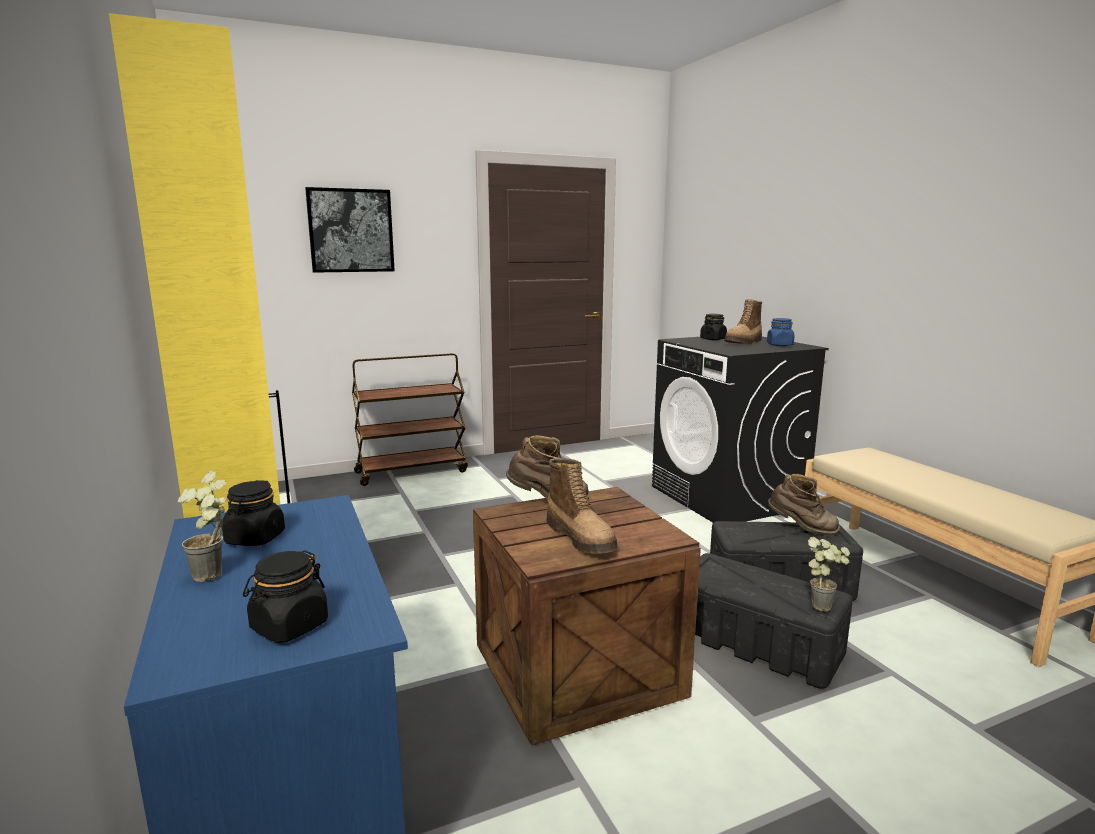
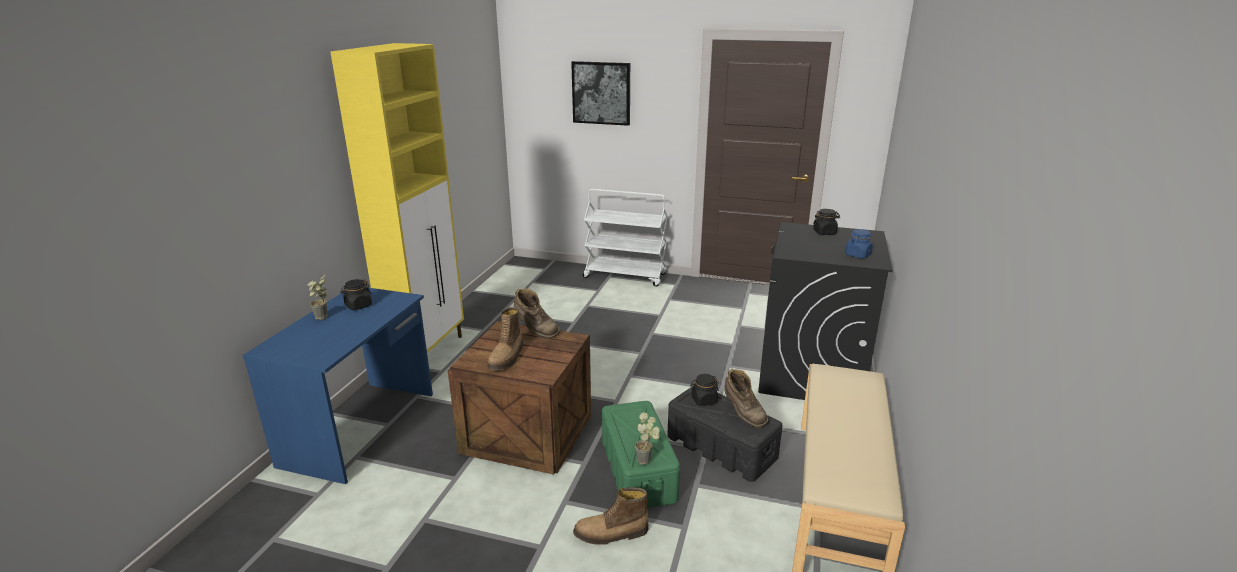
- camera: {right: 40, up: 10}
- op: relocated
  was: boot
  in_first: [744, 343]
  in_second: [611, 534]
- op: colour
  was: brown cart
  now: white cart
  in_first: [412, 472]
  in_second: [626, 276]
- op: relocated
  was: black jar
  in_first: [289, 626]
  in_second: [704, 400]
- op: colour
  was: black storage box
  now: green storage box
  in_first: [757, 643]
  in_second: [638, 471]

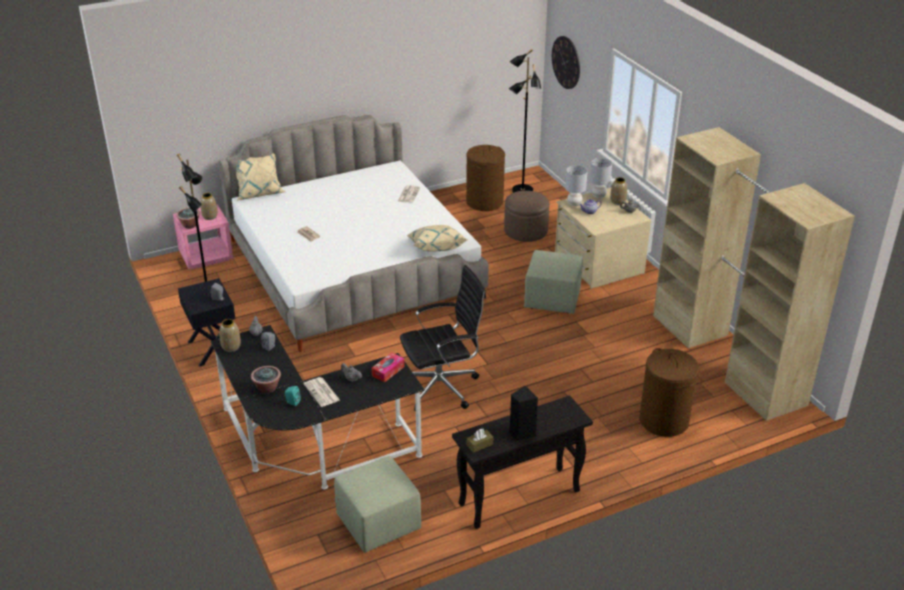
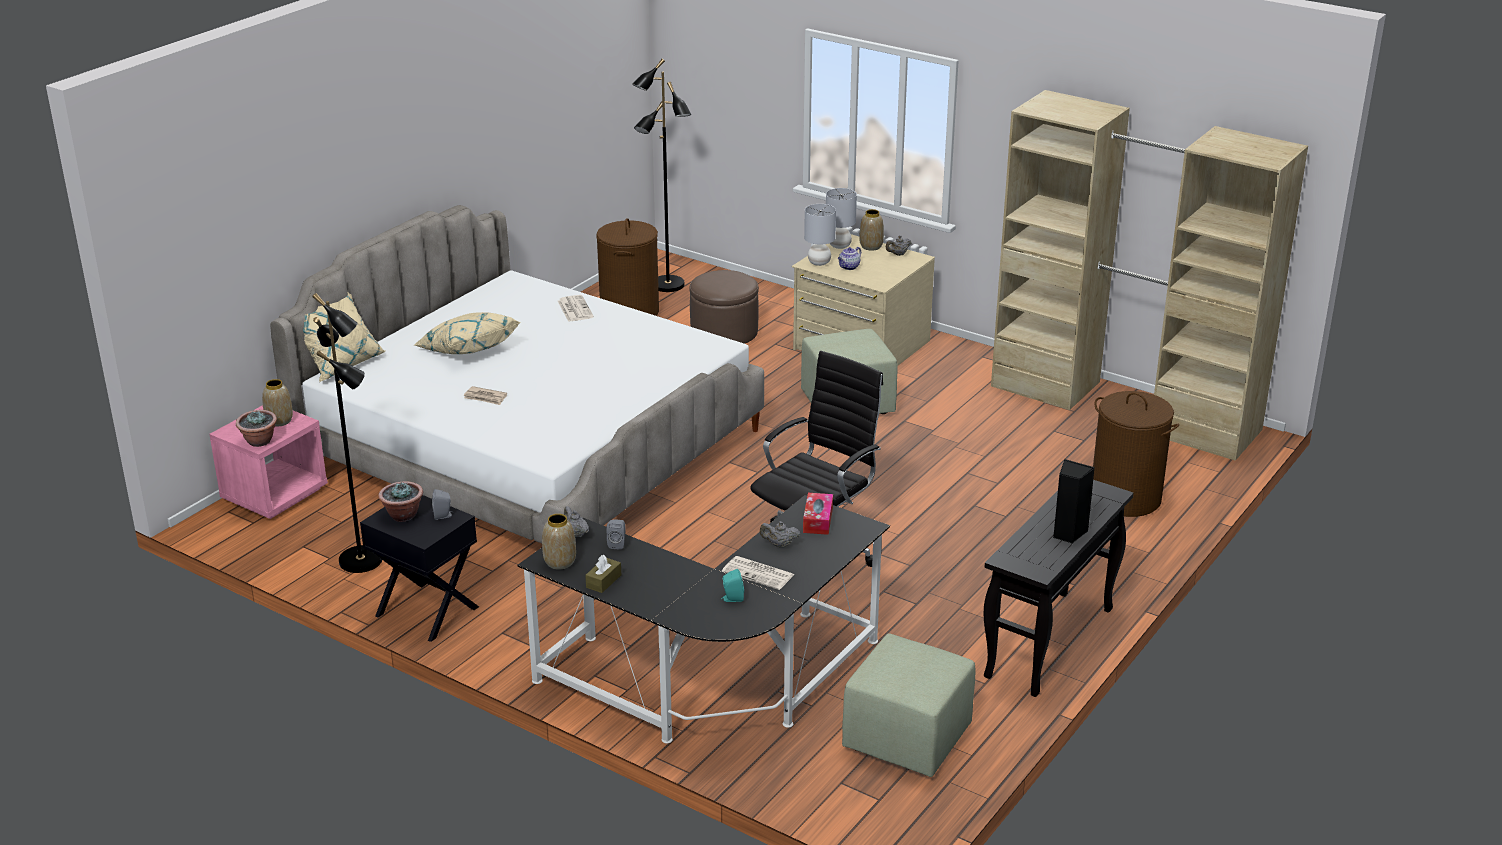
- camera: {right: -30, up: -5}
- op: missing
  was: wall clock
  in_first: [566, 62]
- op: relocated
  was: beige pillow
  in_first: [436, 247]
  in_second: [467, 350]
- op: relocated
  was: potted plant
  in_first: [267, 388]
  in_second: [403, 515]
- op: relocated
  was: brown tissue box
  in_first: [479, 445]
  in_second: [603, 581]

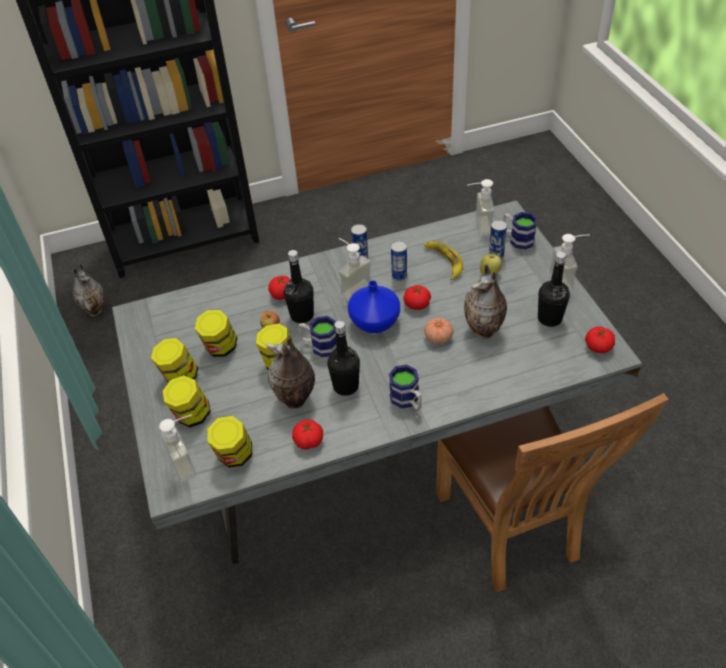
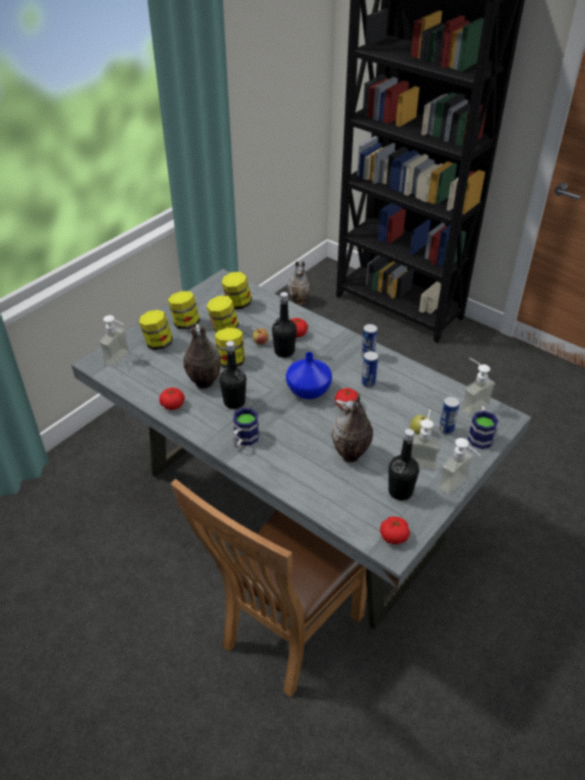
- camera: {right: 55, up: -5}
- op: relocated
  was: soap dispenser
  in_first: [351, 287]
  in_second: [421, 459]
- op: missing
  was: banana
  in_first: [444, 261]
- op: missing
  was: mug
  in_first: [319, 346]
- op: missing
  was: tomato
  in_first: [438, 337]
- op: relocated
  was: jar
  in_first: [234, 456]
  in_second: [237, 304]

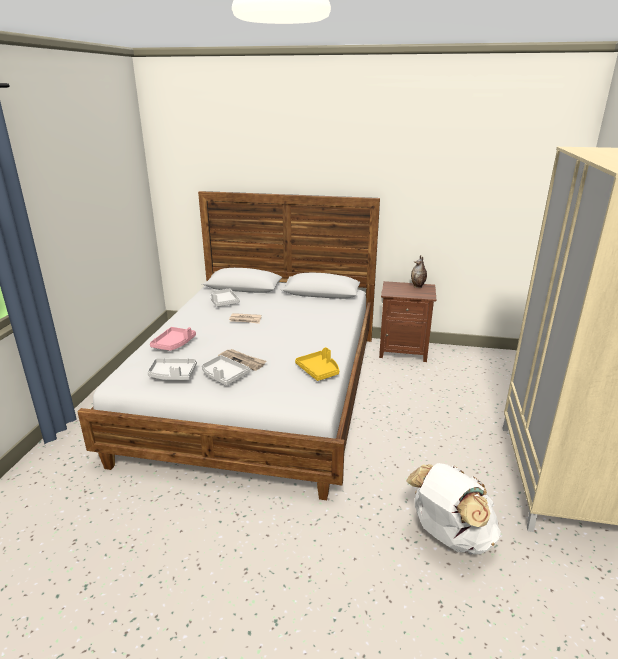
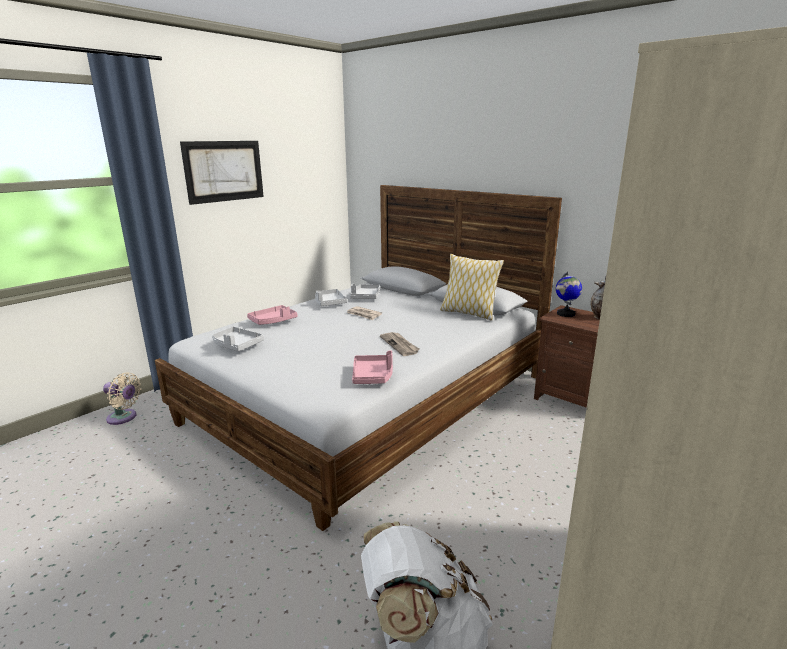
- camera: {right: 30, up: -5}
- op: colour
  was: yellow tray
  now: pink tray
  in_first: [319, 371]
  in_second: [373, 376]
- op: relocated
  was: newspaper
  in_first: [242, 360]
  in_second: [400, 345]
- op: relocated
  was: grey tray
  in_first: [224, 376]
  in_second: [329, 303]
- op: appeared
  now: picture
  in_second: [224, 171]
- op: appeared
  now: pillow
  in_second: [468, 313]
- op: appeared
  now: globe
  in_second: [565, 314]
- op: appeared
  now: beige fan
  in_second: [124, 418]

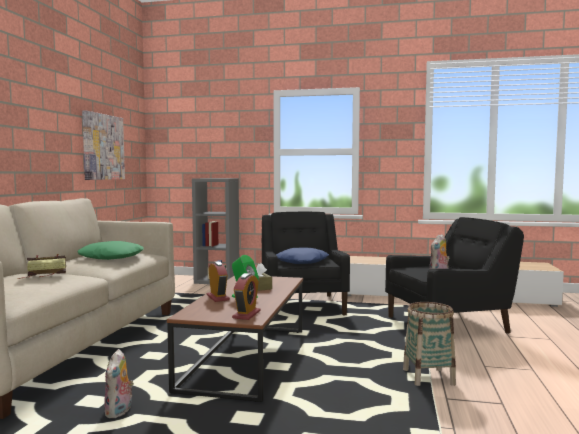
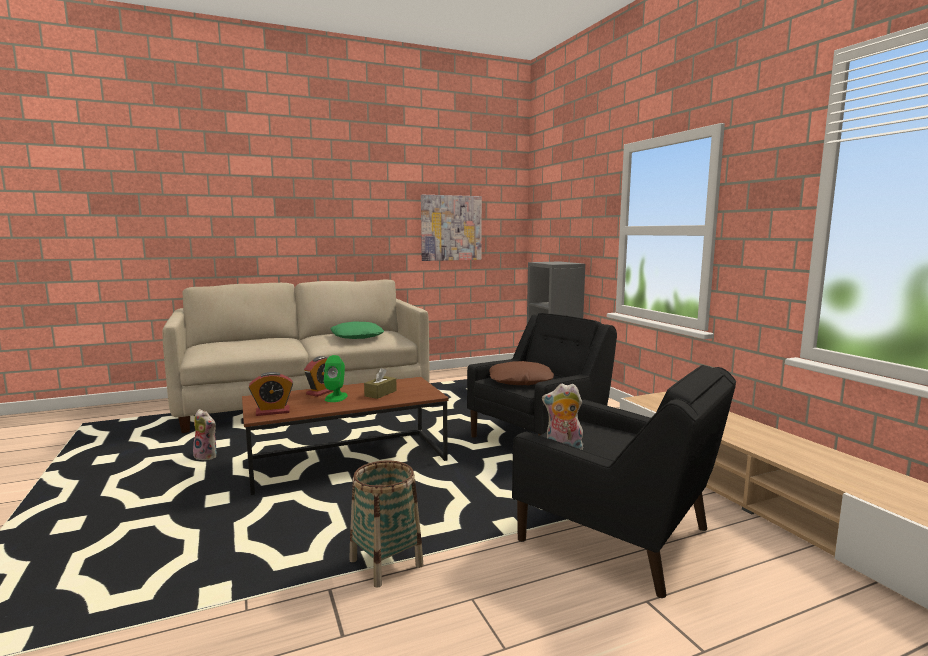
- camera: {right: 55, up: 5}
- op: colour
  was: blue pillow
  now: brown pillow
  in_first: [302, 262]
  in_second: [520, 381]
- op: missing
  was: book
  in_first: [42, 276]
- op: spun
  was: plush toy
  in_first: [119, 412]
  in_second: [208, 457]
  clockwise: -120

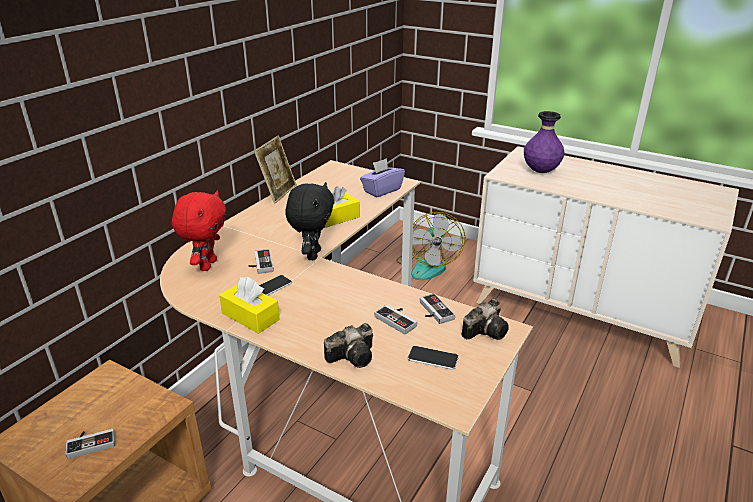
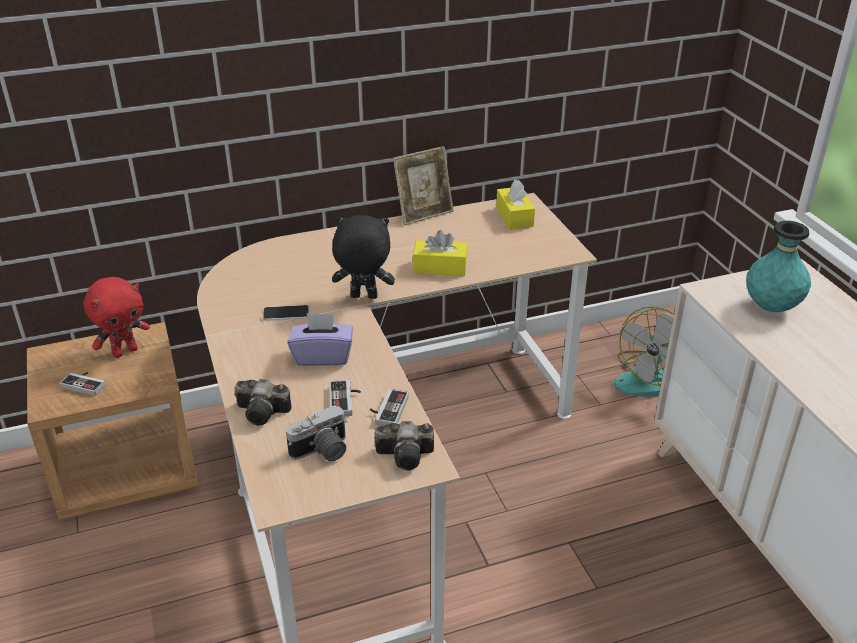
- camera: {right: 40, up: 5}
- op: colour
  was: purple vase
  now: turquoise vase
  in_first: [540, 171]
  in_second: [771, 307]
- op: relocated
  was: purple tissue box
  in_first: [382, 190]
  in_second: [322, 356]
- op: spun
  was: black plush toy
  in_first: [312, 254]
  in_second: [363, 297]
  clockwise: -135
- op: relocated
  was: red plush toy
  in_first: [207, 265]
  in_second: [125, 351]
- op: missing
  was: game controller
  in_first: [260, 264]
- op: relocated
  was: yellow tissue box
  in_first: [250, 316]
  in_second: [514, 217]
- op: exchanged
  was: phone
  now: photo camera
  in_first: [433, 358]
  in_second: [322, 452]

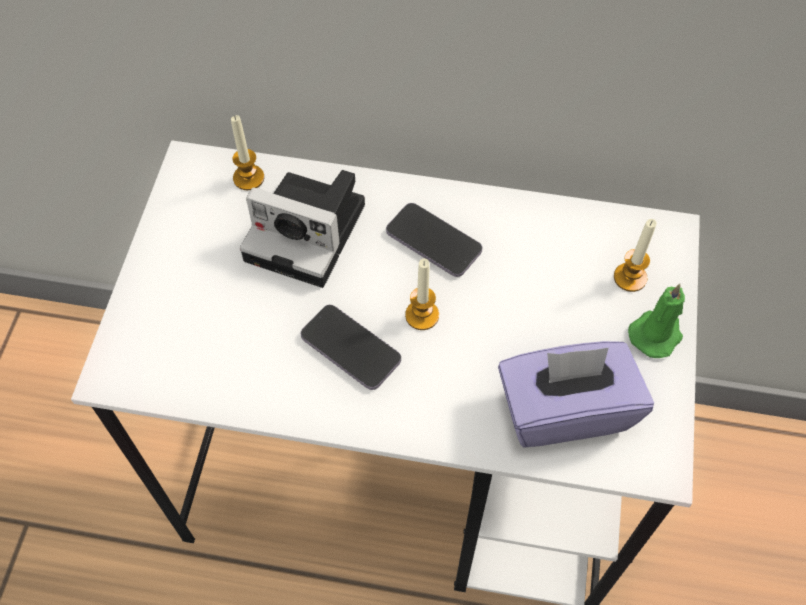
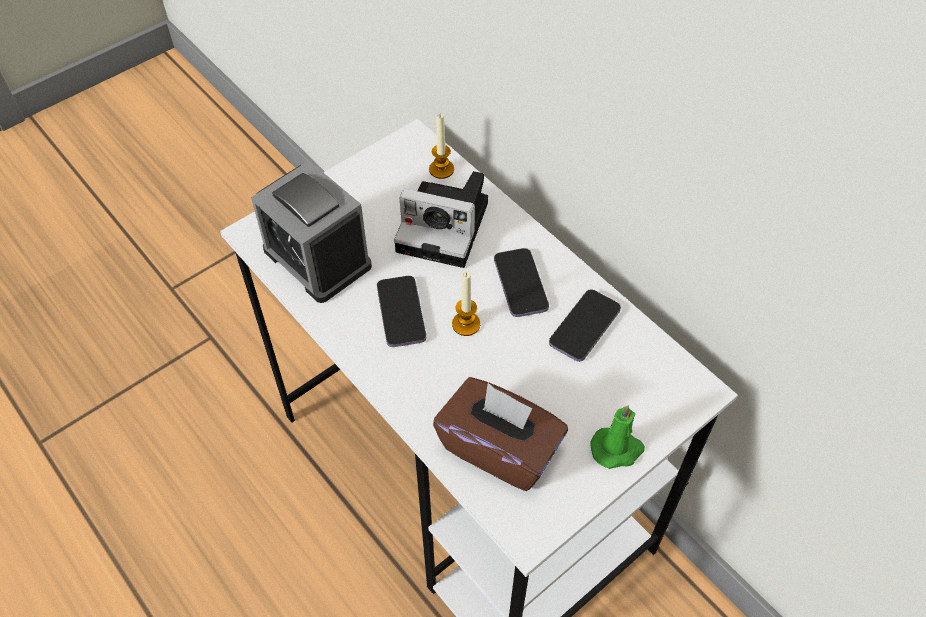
- camera: {right: 40, up: -5}
- op: spun
  was: photo camera
  in_first: [311, 232]
  in_second: [447, 227]
  clockwise: -45
- op: missing
  was: candle
  in_first: [630, 277]
- op: colour
  was: purple tissue box
  now: brown tissue box
  in_first: [564, 409]
  in_second: [500, 448]
- op: appeared
  now: alarm clock
  in_second: [317, 258]
- op: appeared
  now: phone
  in_second: [584, 327]

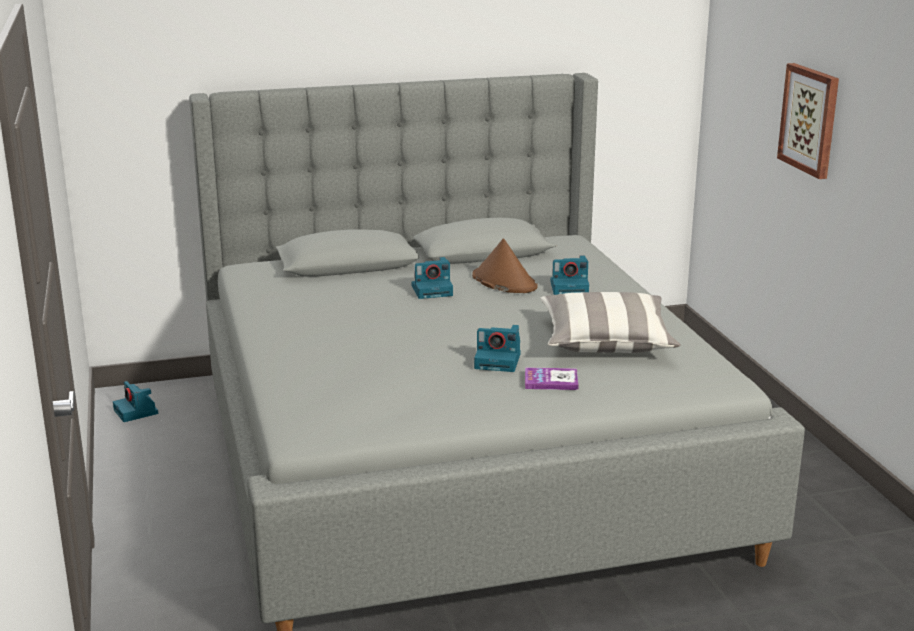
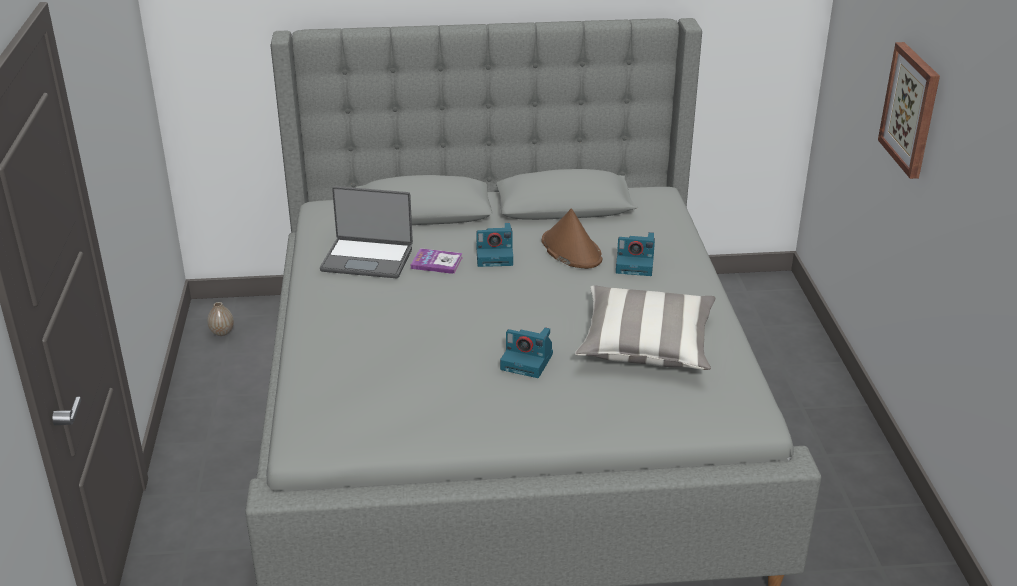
- camera: {right: 10, up: 10}
- op: relocated
  was: book
  in_first: [551, 381]
  in_second: [437, 262]
- op: exchanged
  was: photo camera
  now: vase
  in_first: [136, 412]
  in_second: [222, 332]
- op: appeared
  now: laptop
  in_second: [367, 259]

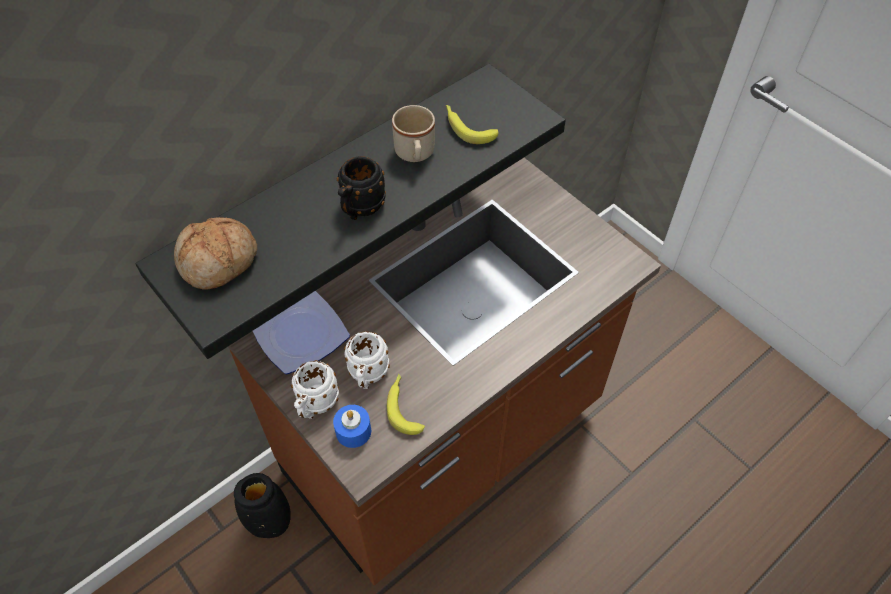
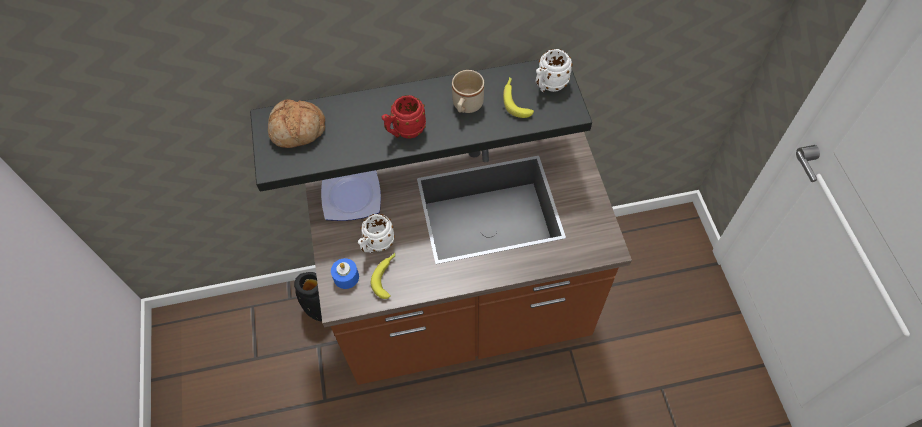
- camera: {right: 30, up: 5}
- op: colour
  was: black mug
  now: red mug
  in_first: [360, 209]
  in_second: [405, 131]
- op: relocated
  was: white mug
  in_first: [315, 405]
  in_second: [549, 85]

